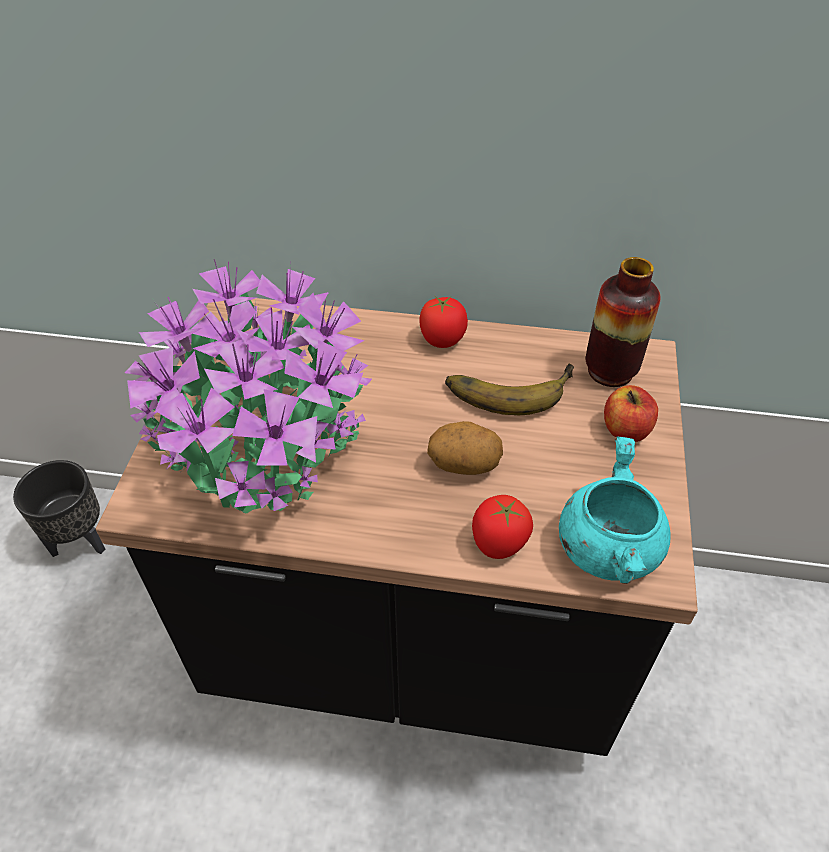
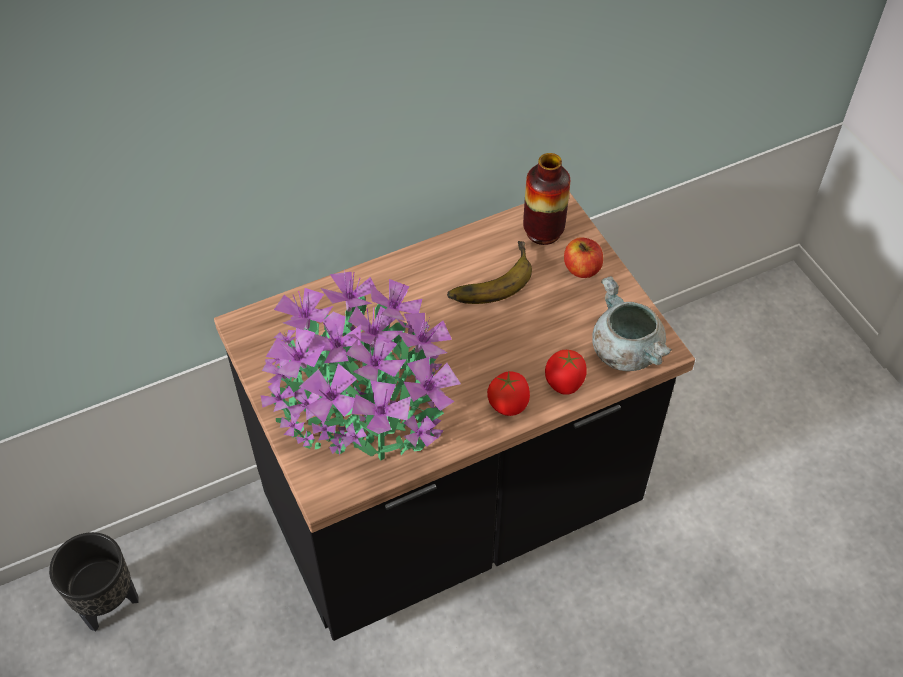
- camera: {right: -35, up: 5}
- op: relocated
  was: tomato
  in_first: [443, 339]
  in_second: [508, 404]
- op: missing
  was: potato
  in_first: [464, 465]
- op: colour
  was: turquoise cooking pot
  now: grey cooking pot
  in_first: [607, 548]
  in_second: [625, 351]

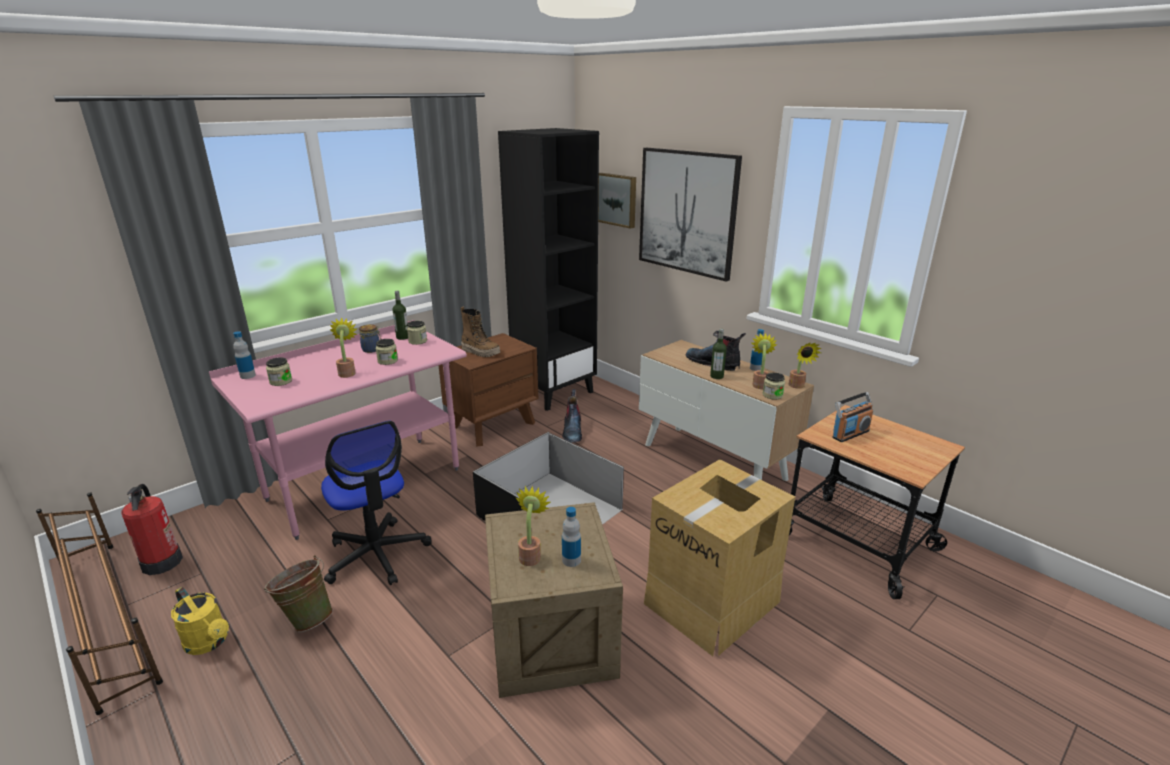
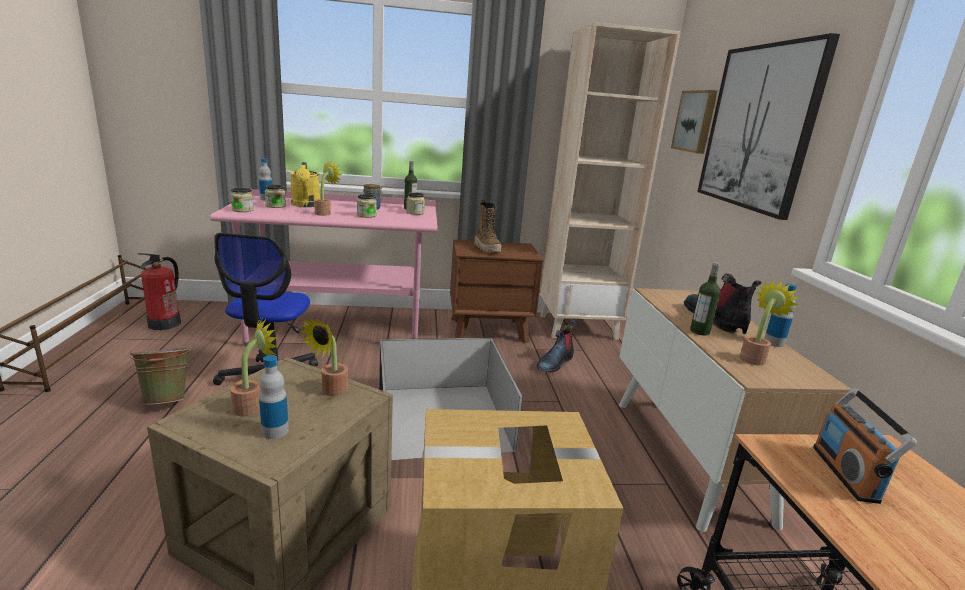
- camera: {right: 35, up: -5}
- op: colour
  was: black bookcase
  now: beige bookcase
  in_first: [554, 392]
  in_second: [578, 327]
- op: relocated
  was: potted plant
  in_first: [797, 386]
  in_second: [331, 392]
- op: relocated
  was: jar
  in_first: [772, 395]
  in_second: [243, 210]
- op: spun
  was: radio
  in_first: [850, 434]
  in_second: [846, 473]
  clockwise: 90
- op: relocated
  was: yellow watering can
  in_first: [209, 643]
  in_second: [306, 205]

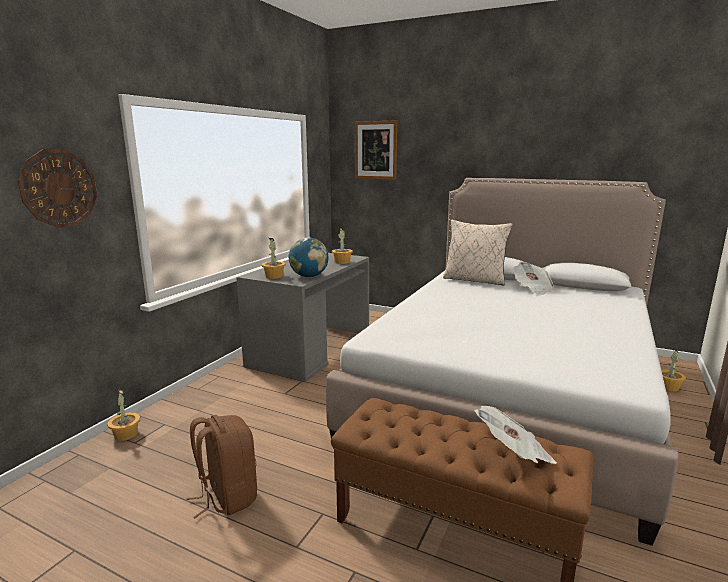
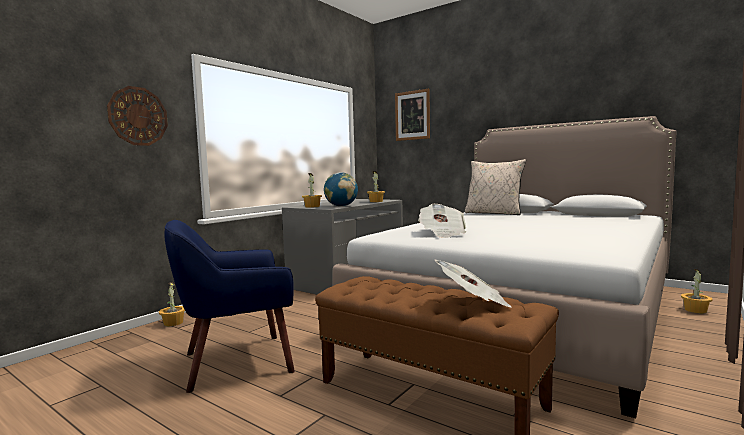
- camera: {right: 10, up: -10}
- op: relocated
  was: newspaper
  in_first: [532, 289]
  in_second: [442, 234]
- op: exchanged
  was: brown backpack
  now: blue armchair
  in_first: [227, 496]
  in_second: [235, 362]

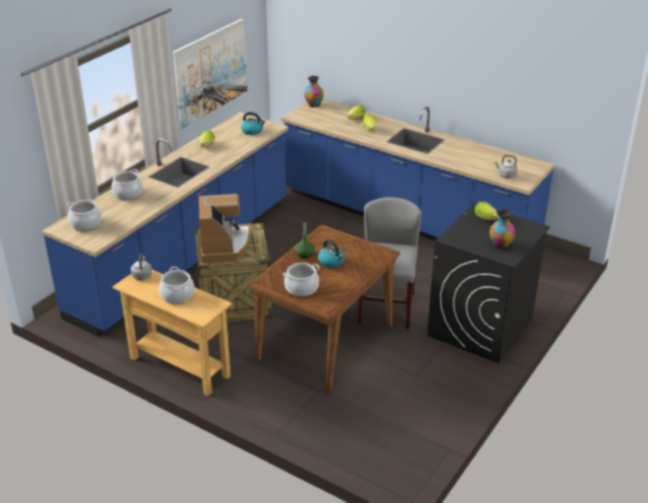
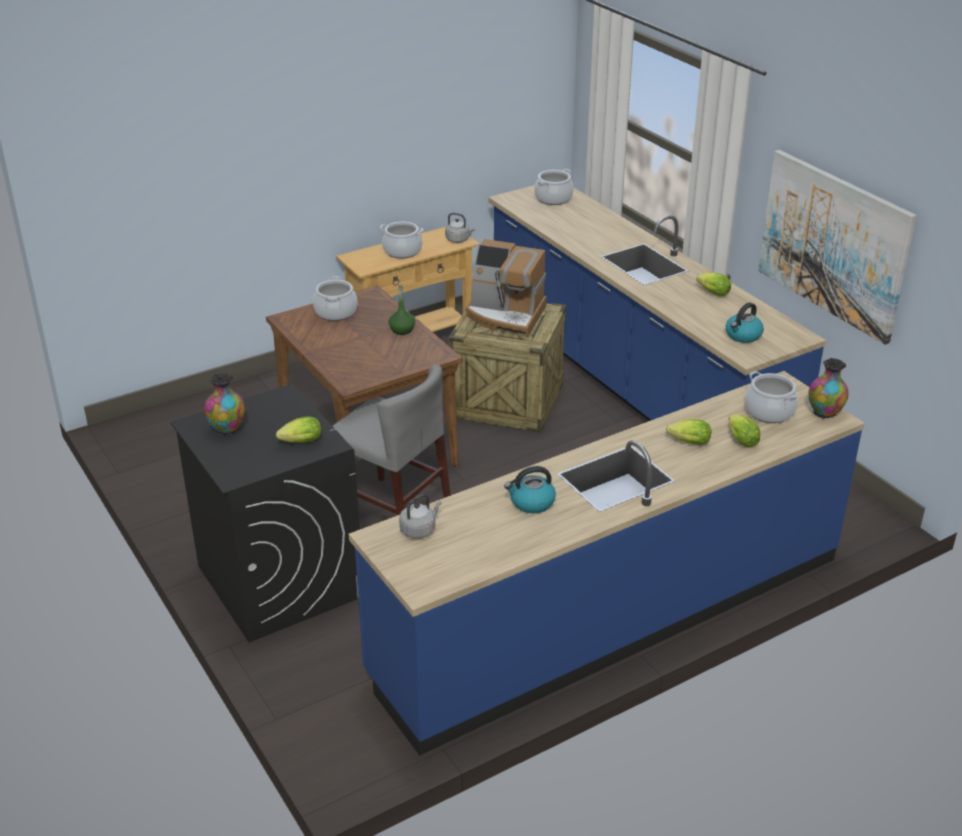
- camera: {right: 115, up: 0}
- op: relocated
  was: cooking pot
  in_first: [128, 194]
  in_second: [769, 411]
- op: relocated
  was: kettle
  in_first: [331, 262]
  in_second: [531, 503]

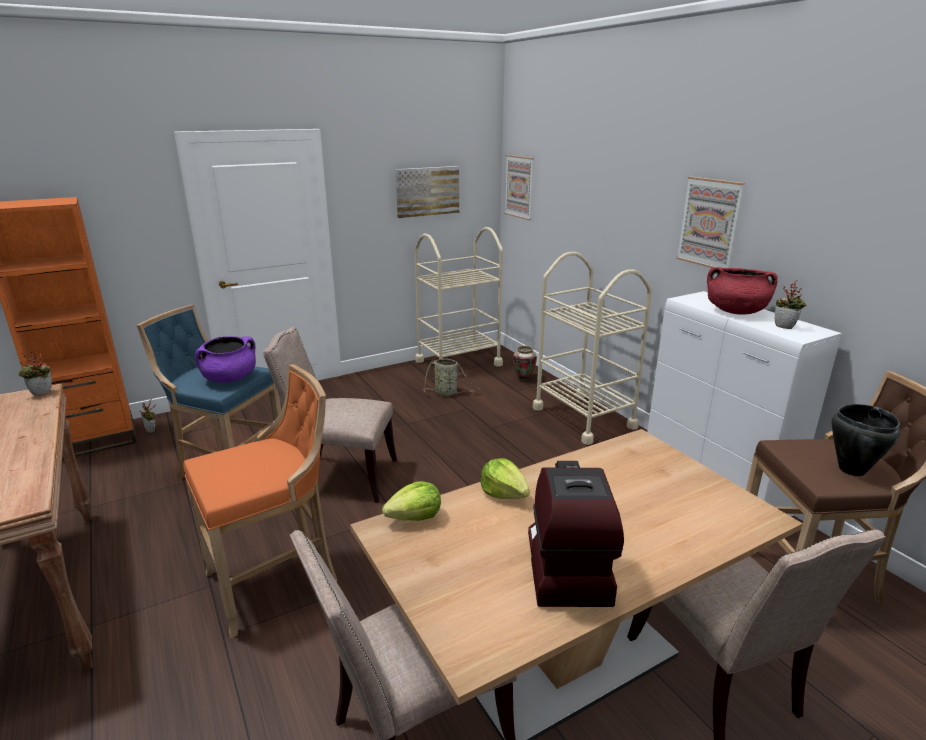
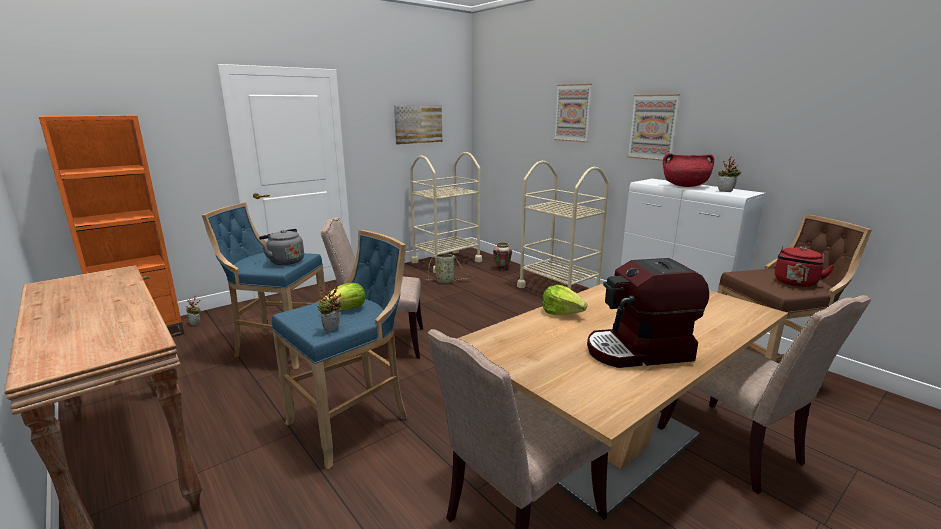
- camera: {right: -10, up: -5}
- op: relocated
  was: picture
  in_first: [519, 187]
  in_second: [572, 113]
- op: exchanged
  was: purple cooking pot
  now: grey kettle
  in_first: [230, 378]
  in_second: [285, 261]
- op: relocated
  was: potted plant
  in_first: [42, 394]
  in_second: [332, 330]
- op: colour
  was: orange stool
  now: blue stool
  in_first: [277, 580]
  in_second: [353, 421]
- op: exchanged
  was: black cooking pot
  now: red kettle
  in_first: [851, 470]
  in_second: [795, 283]
- op: spun
  was: coffee machine
  in_first: [565, 567]
  in_second: [639, 351]
  clockwise: -90
- op: relocated
  was: lettuce
  in_first: [415, 517]
  in_second: [346, 309]

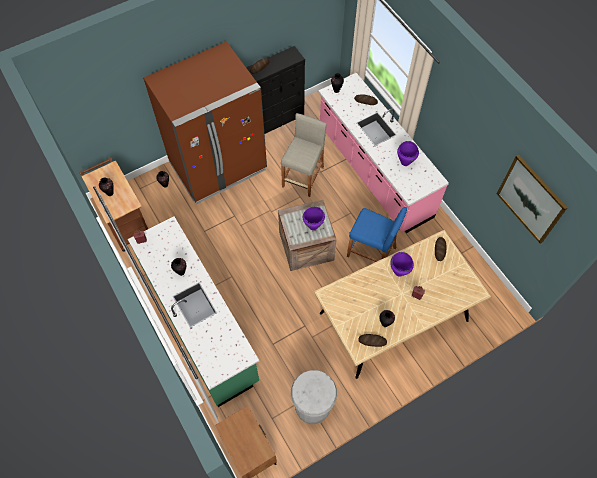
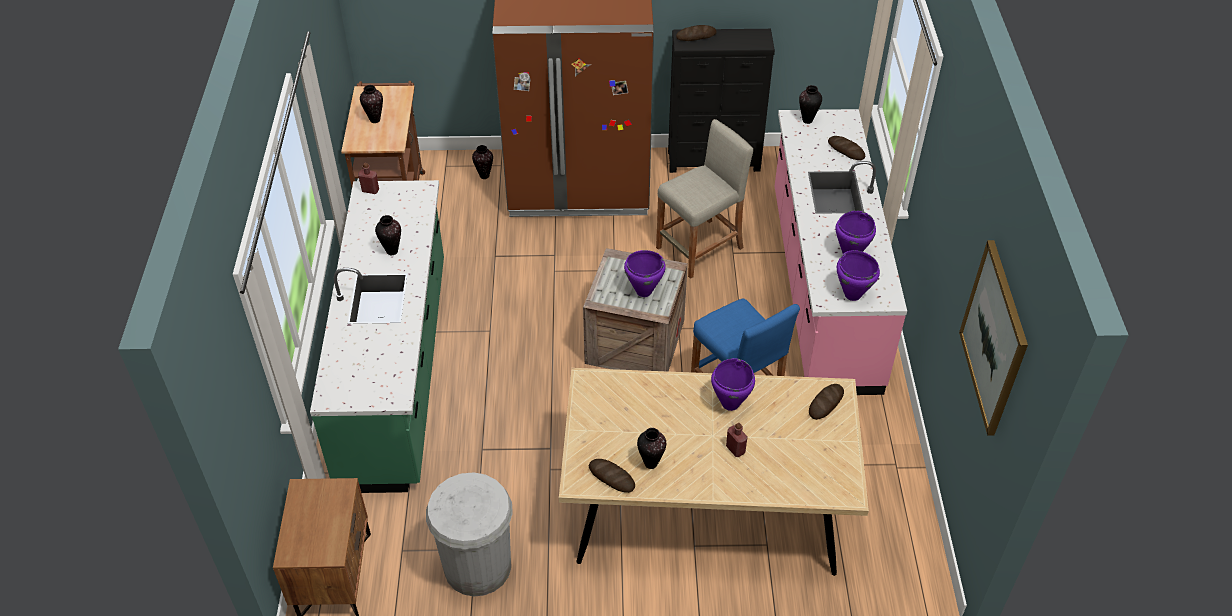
- camera: {right: 30, up: -15}
- op: appeared
  now: purple cooking pot
  in_second: [852, 294]

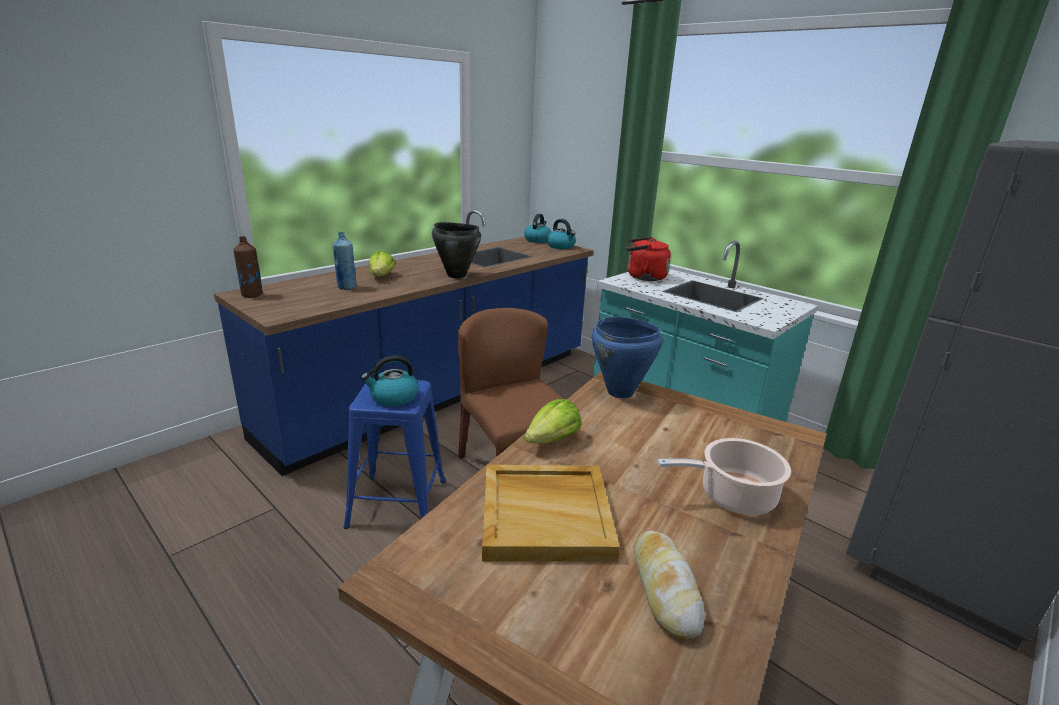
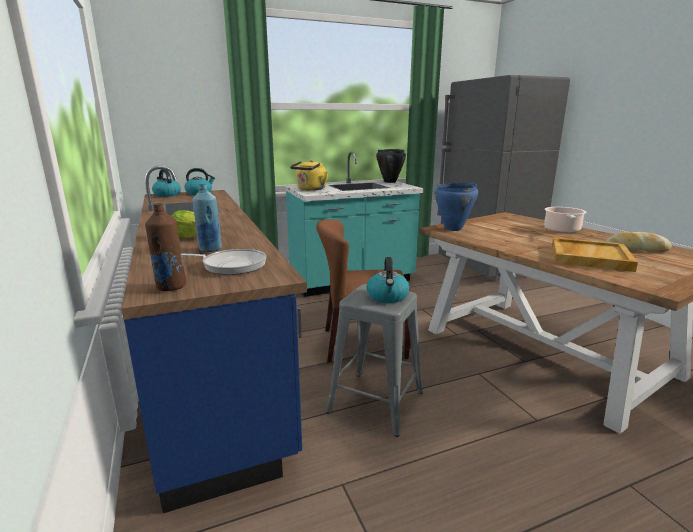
- camera: {right: -65, up: -5}
- op: relocated
  was: black cooking pot
  in_first: [456, 275]
  in_second: [389, 182]
- op: colour
  was: red kettle
  now: yellow kettle
  in_first: [643, 277]
  in_second: [310, 189]
- op: colour
  was: blue stool
  now: grey stool
  in_first: [398, 503]
  in_second: [376, 402]
- op: missing
  was: lettuce
  in_first: [553, 440]
- op: appeared
  now: frying pan
  in_second: [231, 265]

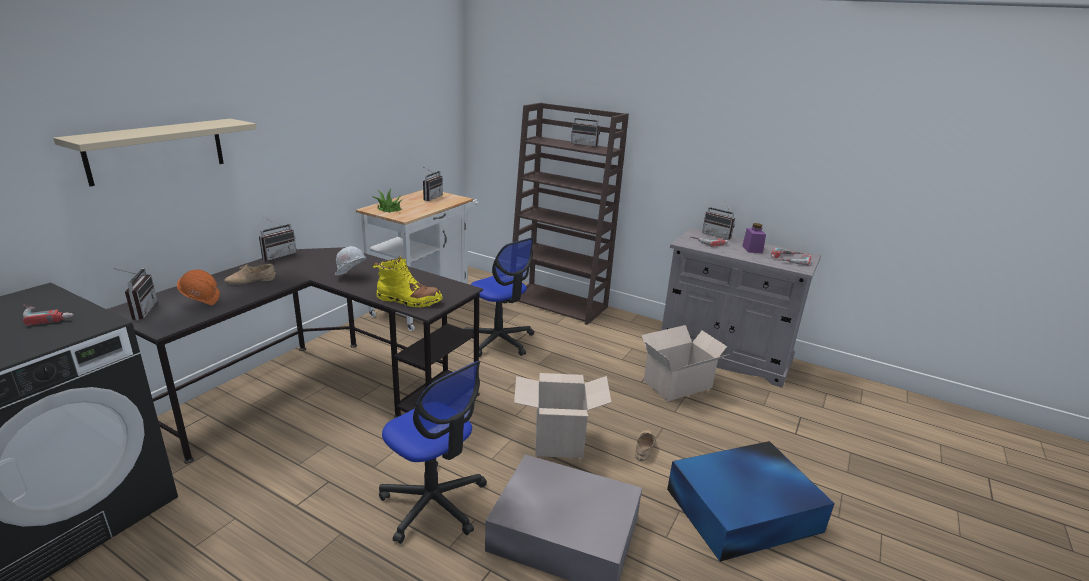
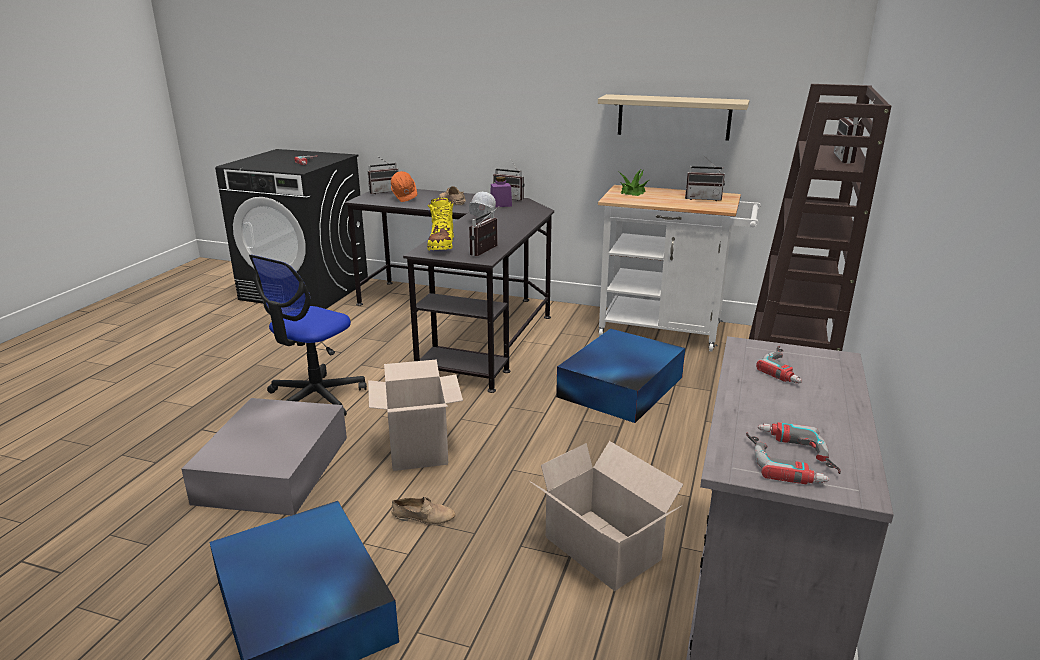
- camera: {right: 80, up: 0}
- op: relocated
  was: beige shelf
  in_first: [157, 150]
  in_second: [673, 117]
- op: relocated
  was: radio
  in_first: [718, 235]
  in_second: [487, 252]
- op: relocated
  was: purple jar
  in_first: [752, 249]
  in_second: [501, 205]
- op: exchanged
  was: office chair
  now: blue storage box
  in_first: [499, 341]
  in_second: [619, 387]

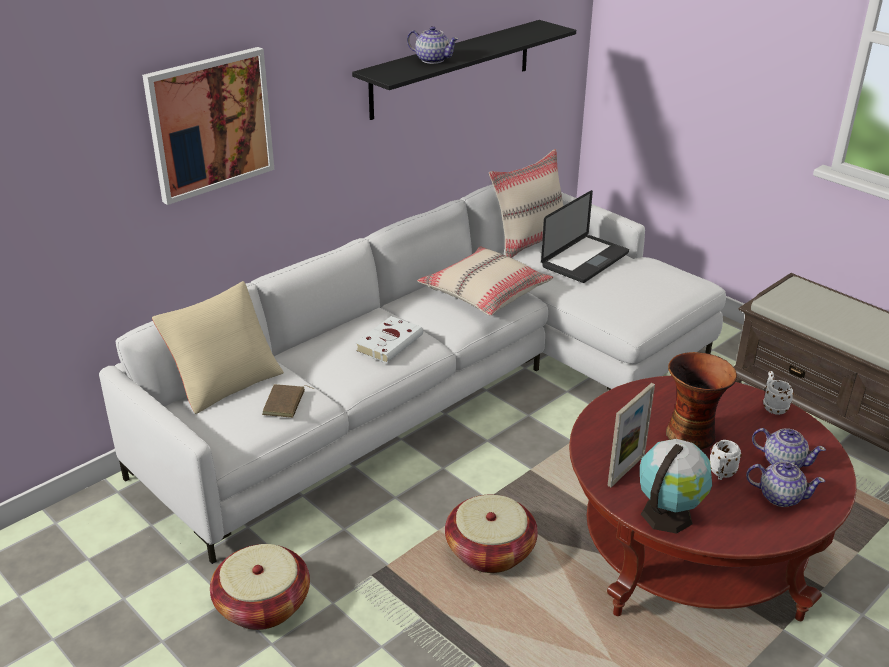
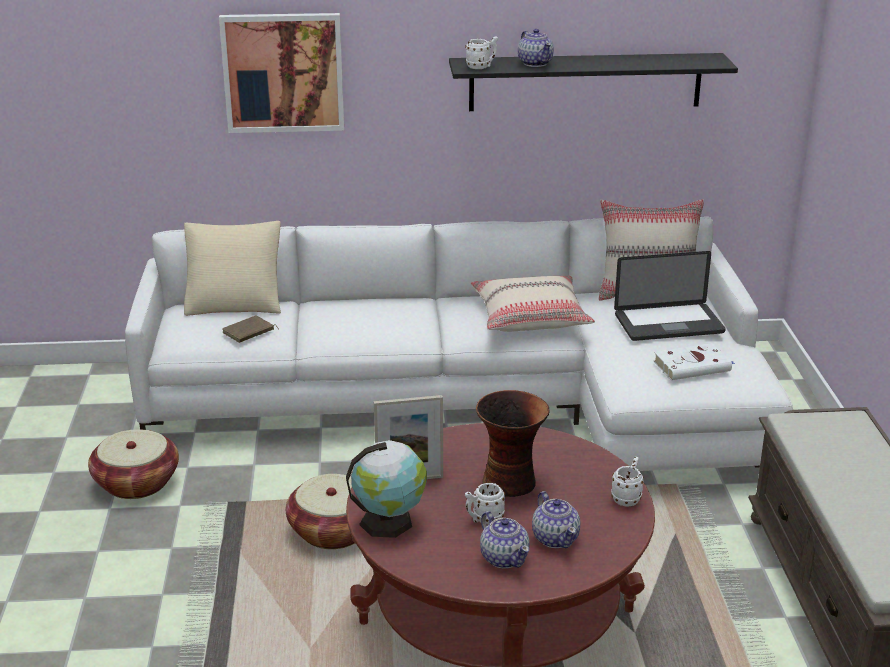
- camera: {right: 40, up: -5}
- op: relocated
  was: white book
  in_first: [390, 342]
  in_second: [693, 366]
- op: appeared
  now: white mug
  in_second: [481, 67]

